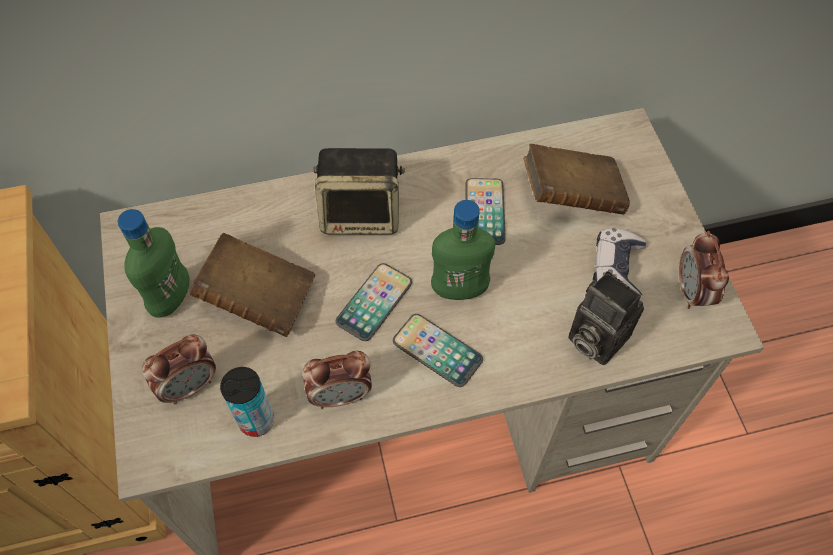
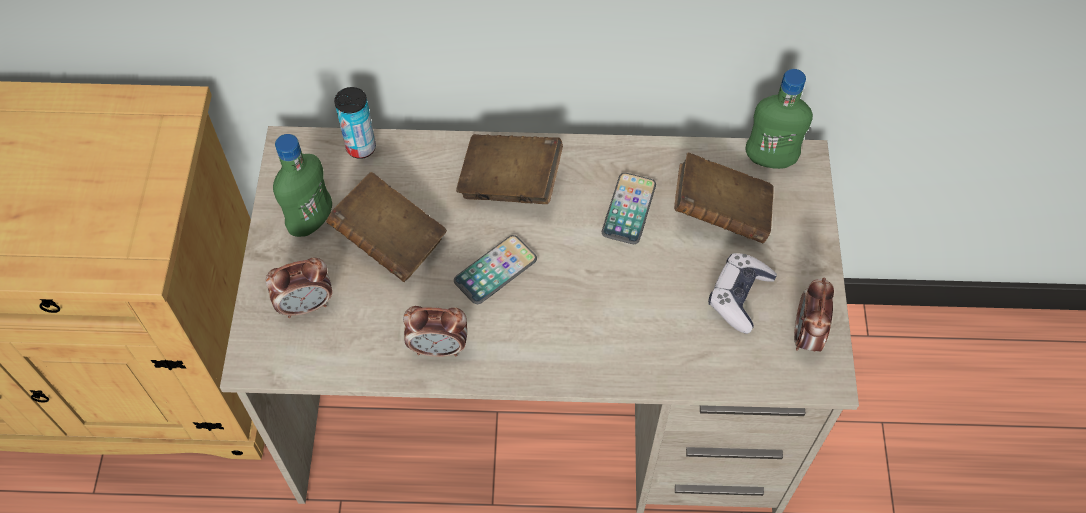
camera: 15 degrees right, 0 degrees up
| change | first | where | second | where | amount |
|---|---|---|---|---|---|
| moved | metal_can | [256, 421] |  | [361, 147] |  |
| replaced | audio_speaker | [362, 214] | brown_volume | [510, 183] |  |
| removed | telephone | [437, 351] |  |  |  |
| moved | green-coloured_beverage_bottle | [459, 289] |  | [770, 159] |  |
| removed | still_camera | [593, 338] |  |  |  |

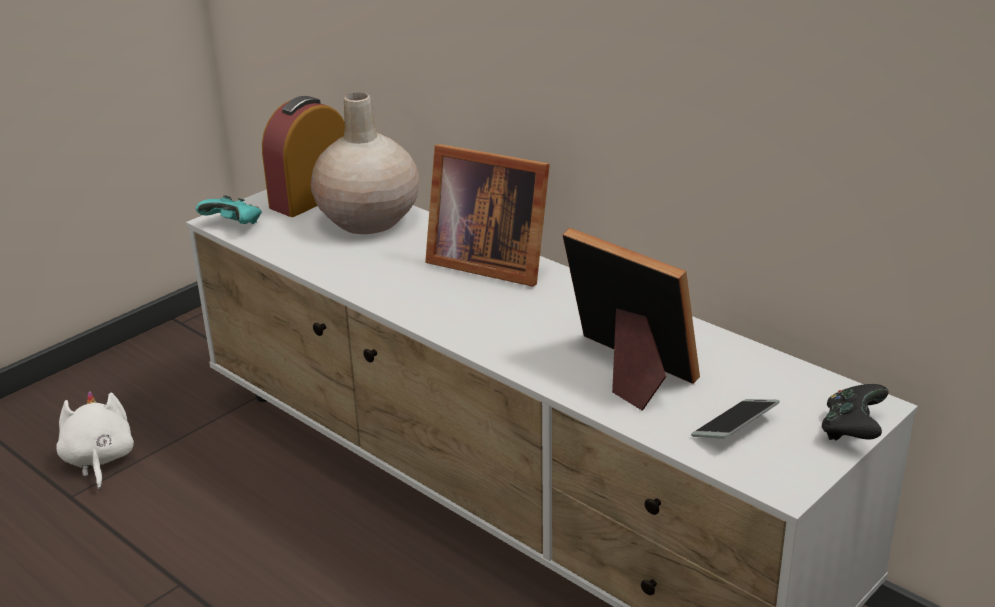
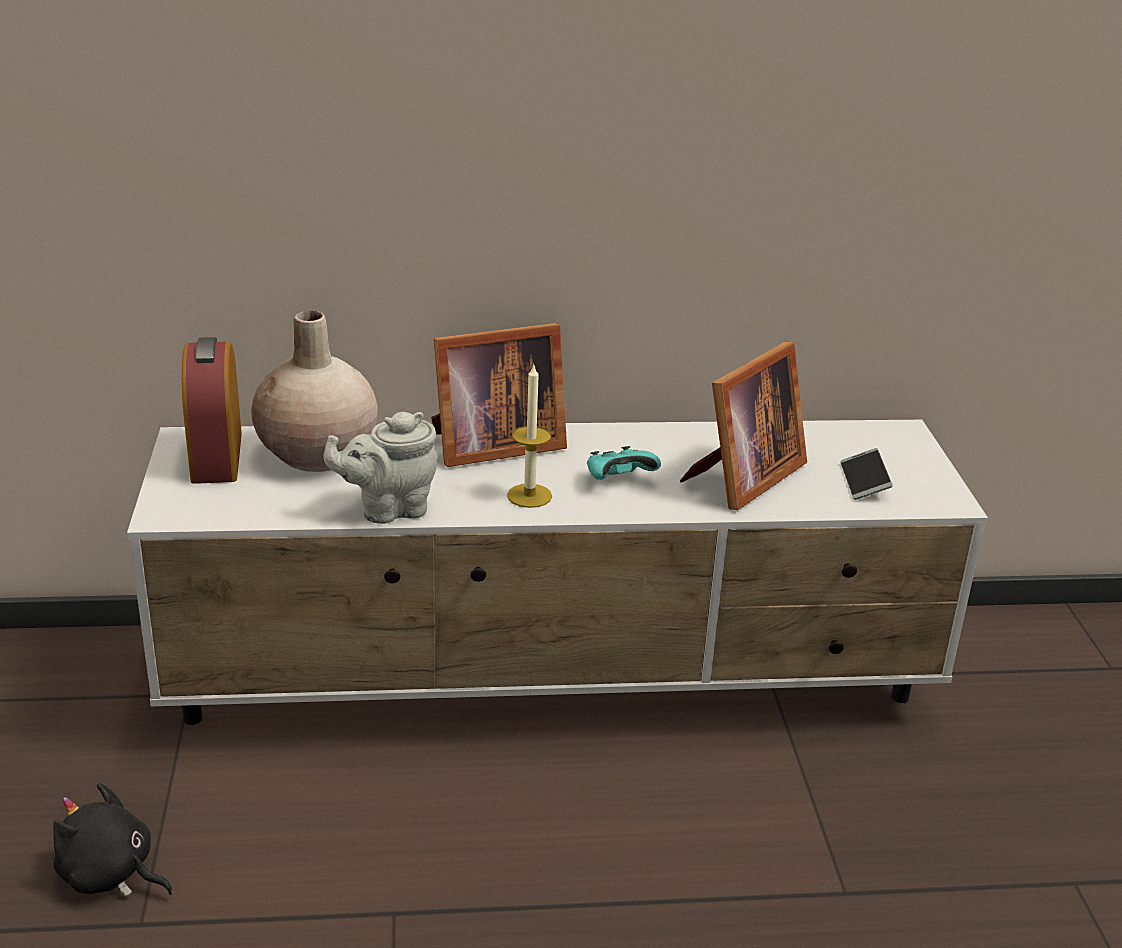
camera: 50 degrees left, 0 degrees up
| change | first | where | second | where | amount |
|---|---|---|---|---|---|
| recoloured | white-coloured_soft_toy | [98, 460] | black-coloured_soft_toy | [110, 874] |  |
| moved | turquoise_game_controller | [234, 225] |  | [619, 480] |  |
| turned | standing_frame | [627, 372] |  | [742, 478] | 135 degrees clockwise |
| removed | black-coloured_game_controller | [852, 430] |  |  |  |
| added |  |  | gray_tea_pot | [388, 509] |  |
| added |  |  | candle | [529, 496] |  |

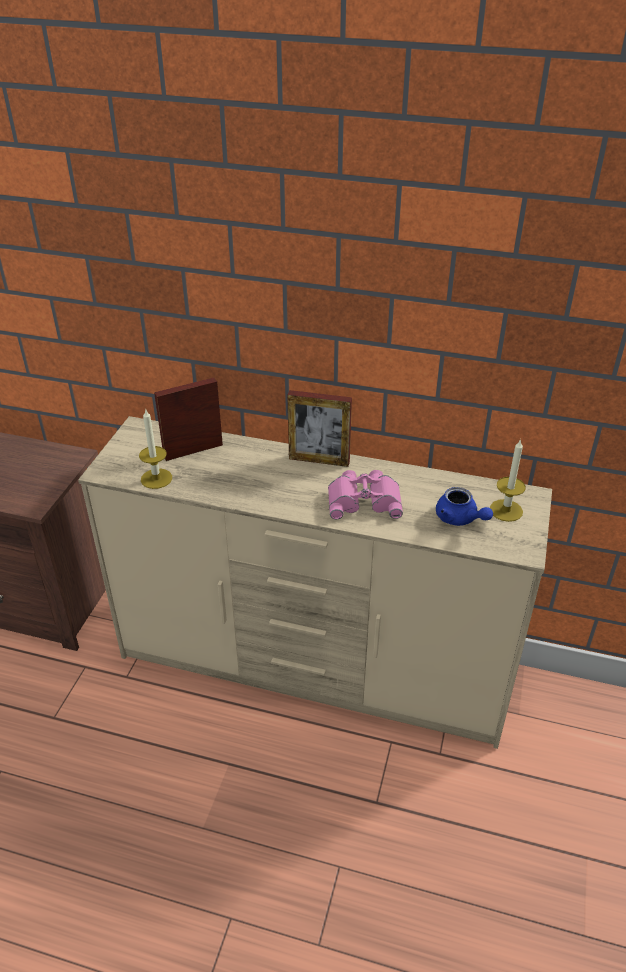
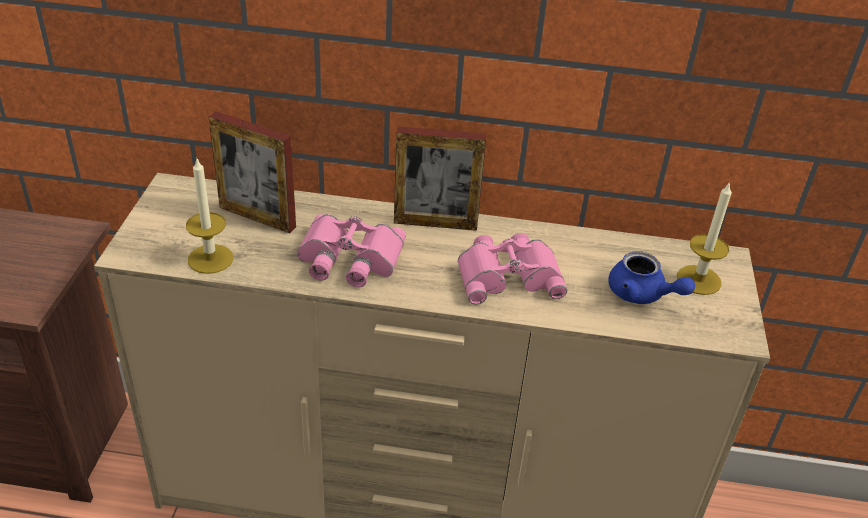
camera: 10 degrees left, 0 degrees up
| change | first | where | second | where | amount |
|---|---|---|---|---|---|
| turned | standing_frame | [193, 450] |  | [257, 217] | 120 degrees counterclockwise |
| added |  |  | pink-coloured_binoculars | [348, 259] |  |

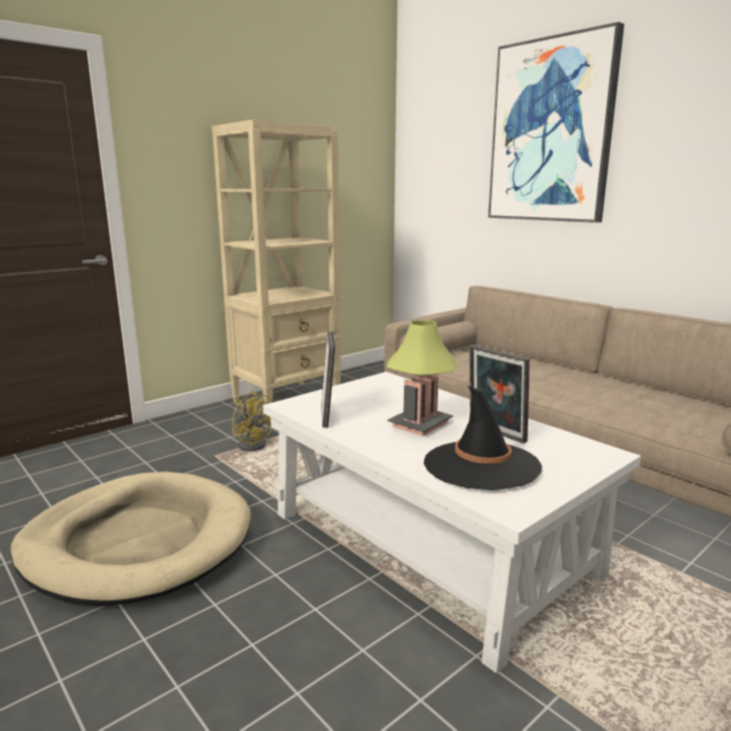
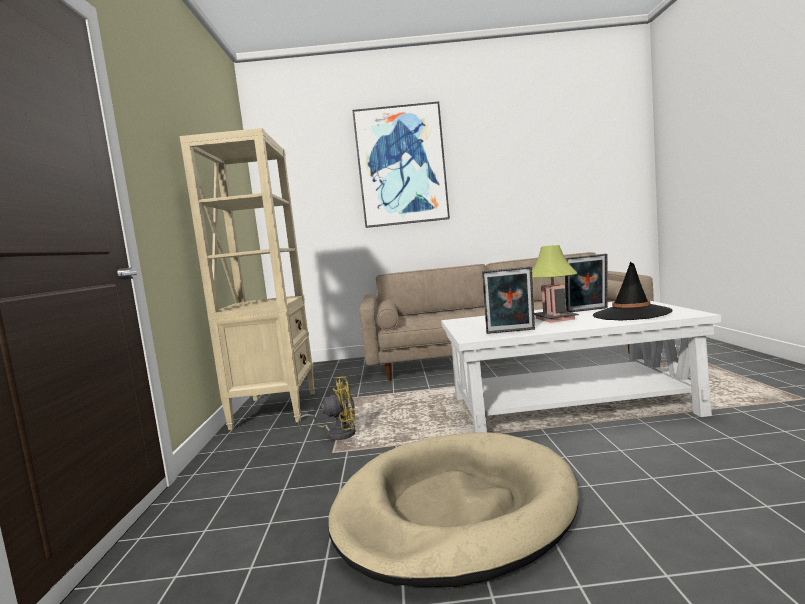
camera: 50 degrees left, 10 degrees down
| change | first | where | second | where | amount |
|---|---|---|---|---|---|
| turned | standing_frame | [328, 416] |  | [511, 331] | 150 degrees clockwise |

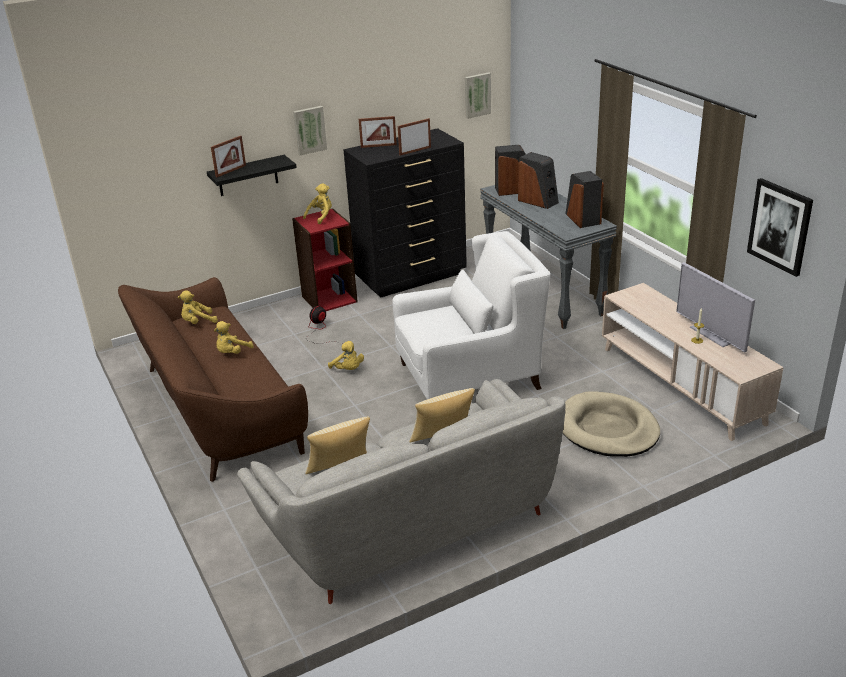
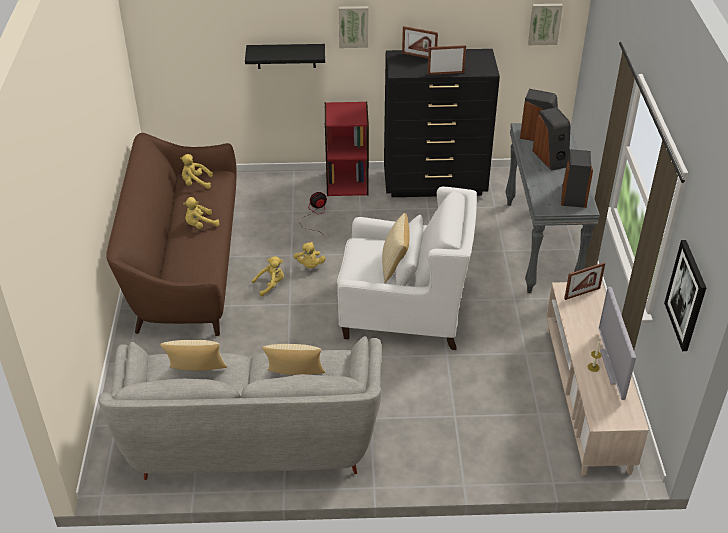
camera: 25 degrees right, 10 degrees up
| change | first | where | second | where | amount |
|---|---|---|---|---|---|
| moved | standing_frame | [231, 171] |  | [582, 293] |  |
| moved | yellow-coloured_soft_toy | [321, 216] |  | [271, 285] |  |
| removed | beige-coloured_pet_bed | [607, 429] |  |  |  |
| added |  |  | throw_pillow | [395, 265] |  |

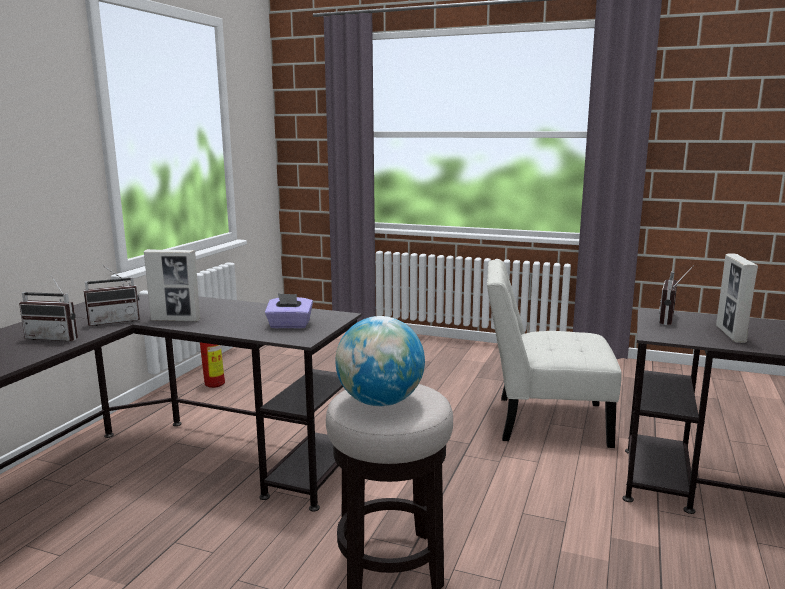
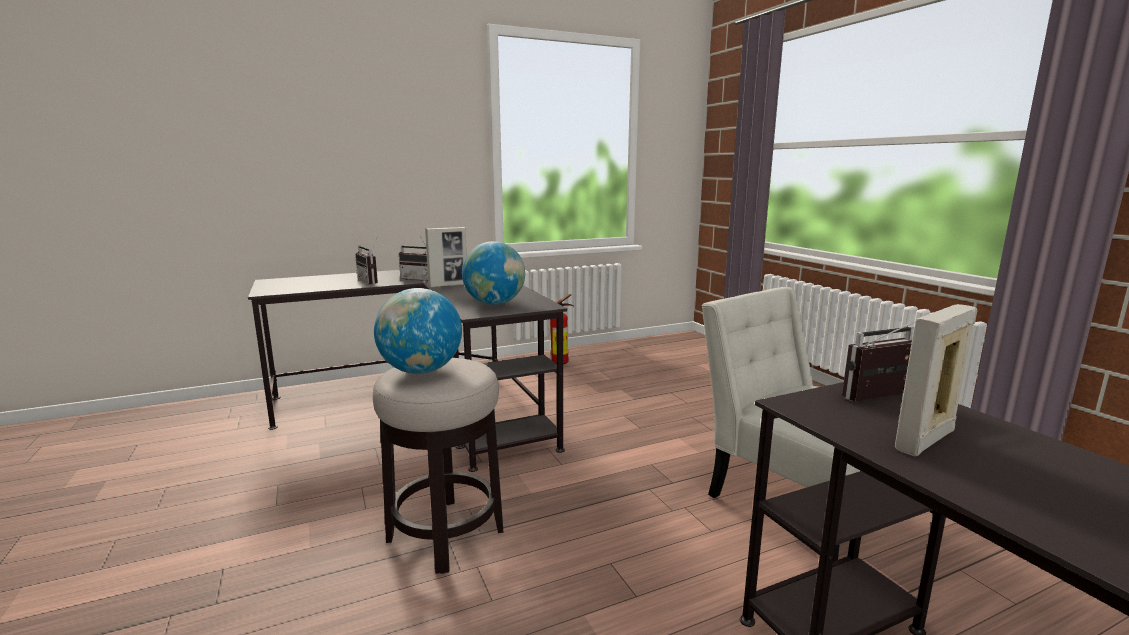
camera: 45 degrees right, 0 degrees up
| change | first | where | second | where | amount |
|---|---|---|---|---|---|
| turned | standing_frame | [175, 320] |  | [448, 285] | 75 degrees counterclockwise |
| replaced | purplish_tissue_box | [289, 325] | globe | [494, 304] |  |

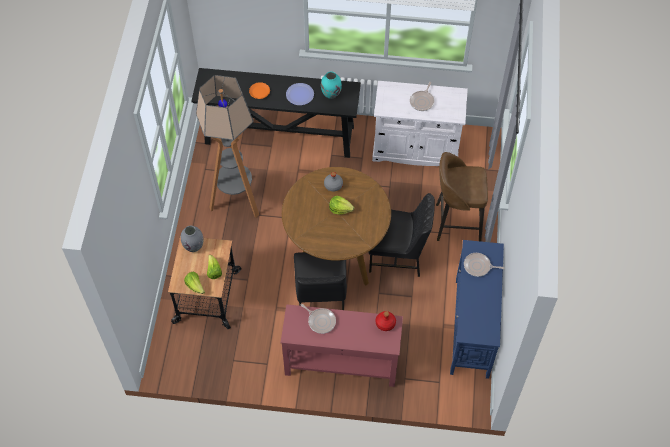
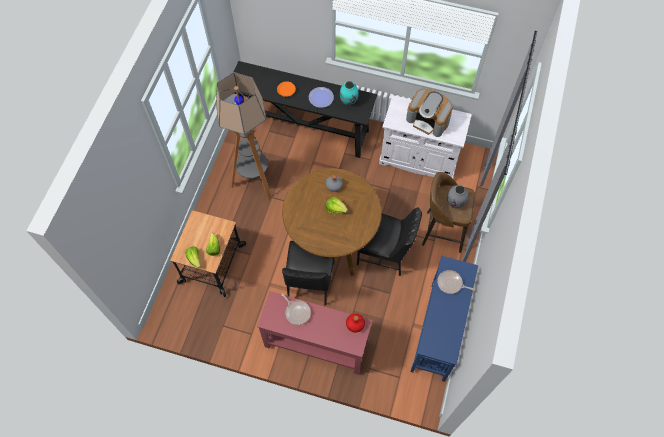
camera: 10 degrees right, 5 degrees up
| change | first | where | second | where | amount |
|---|---|---|---|---|---|
| moved | gray_flower_vase | [194, 246] |  | [455, 203] |  |
| replaced | frying_pan | [422, 101] | coffee_maker | [428, 120] |  |

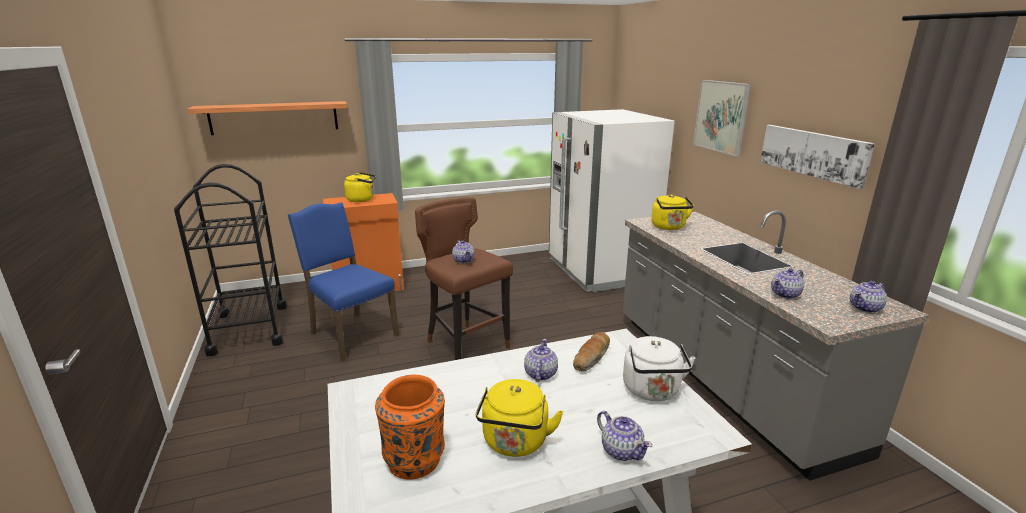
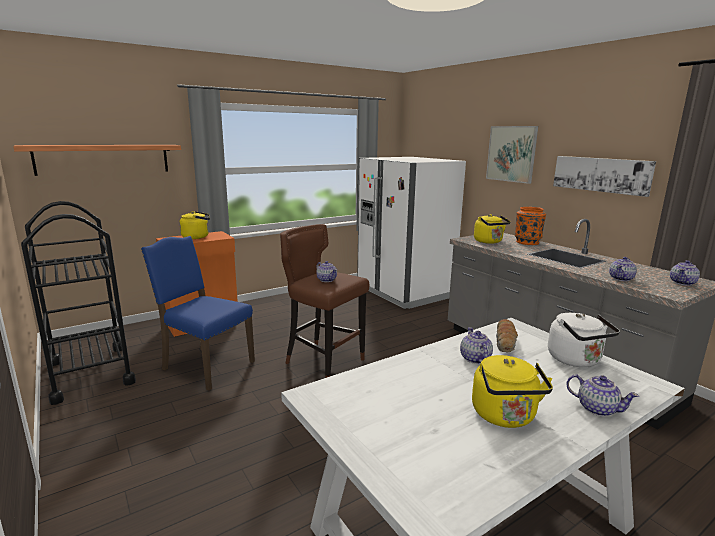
camera: 15 degrees left, 5 degrees down
| change | first | where | second | where | amount |
|---|---|---|---|---|---|
| moved | orangey_flower_vase | [415, 459] |  | [527, 242] |  |

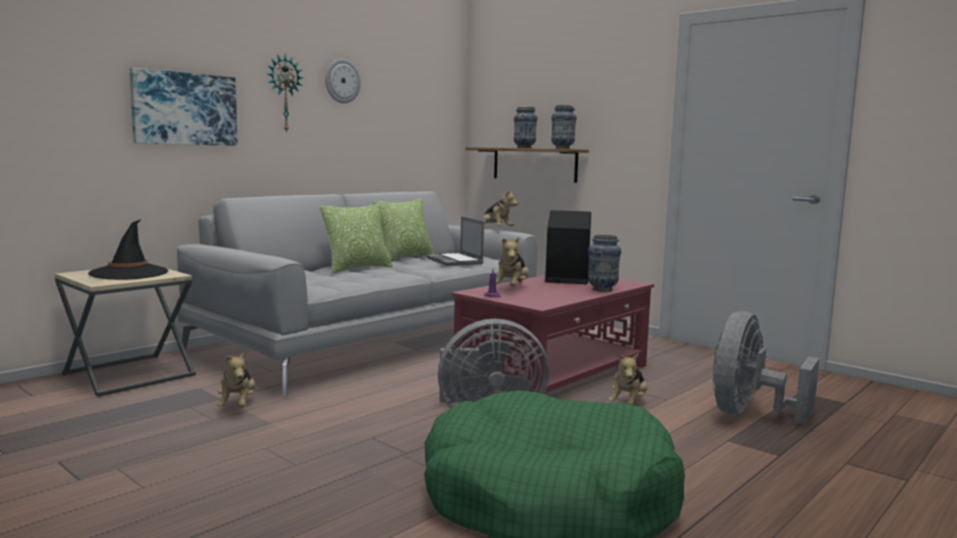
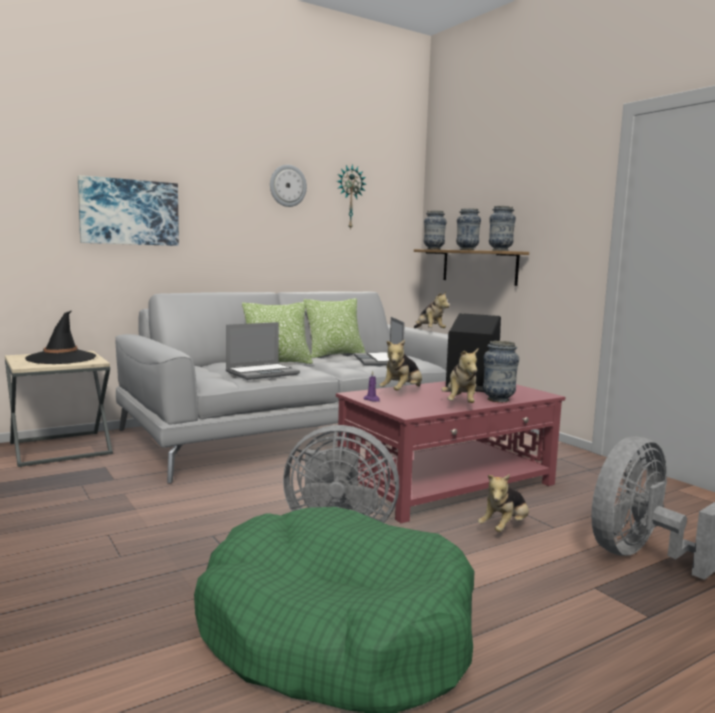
camera: 15 degrees right, 0 degrees up
| change | first | where | second | where | amount |
|---|---|---|---|---|---|
| moved | soft_toy | [238, 405] |  | [460, 404] |  |
| moved | hanging_clock | [283, 93] |  | [349, 197] |  |
| added |  |  | laptop | [262, 373] |  |
| added |  |  | flower_vase | [433, 249] |  |

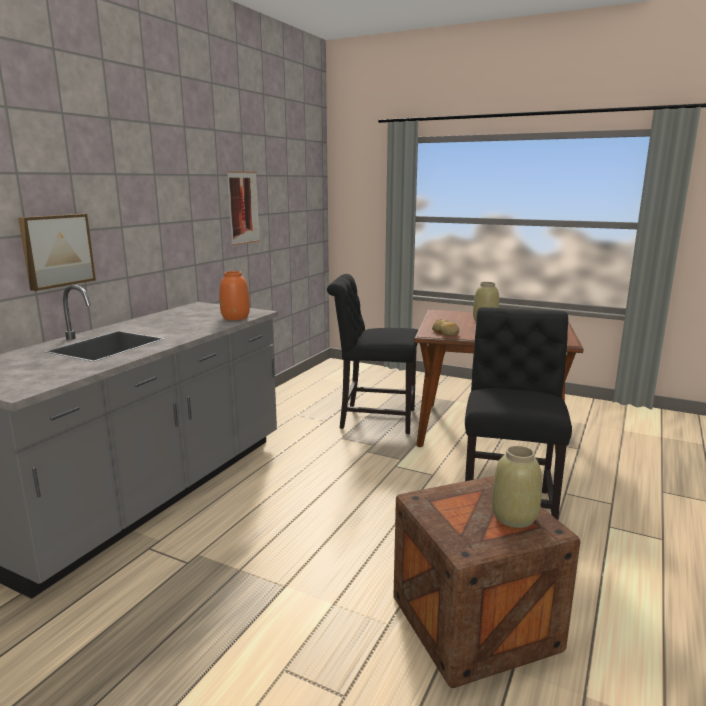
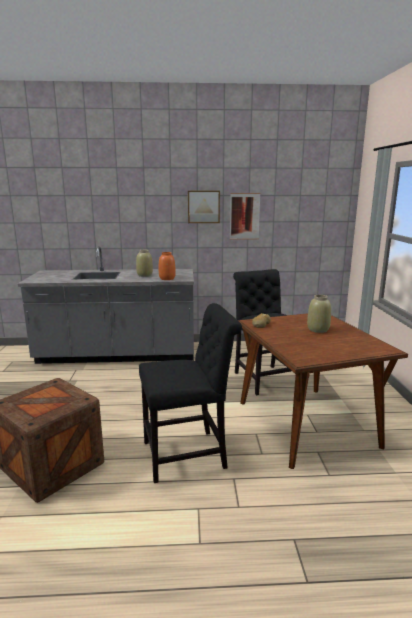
camera: 60 degrees right, 0 degrees up
| change | first | where | second | where | amount |
|---|---|---|---|---|---|
| moved | picture | [56, 250] |  | [203, 206] |  |
| moved | beige-coloured_flower_vase | [513, 517] |  | [144, 275] |  |

